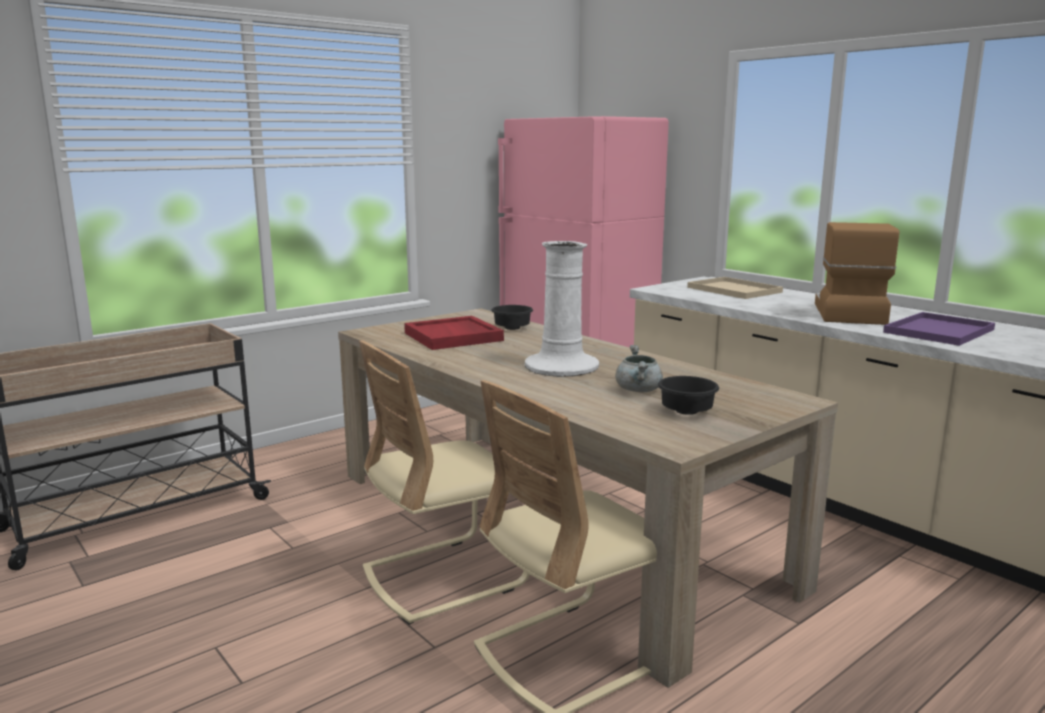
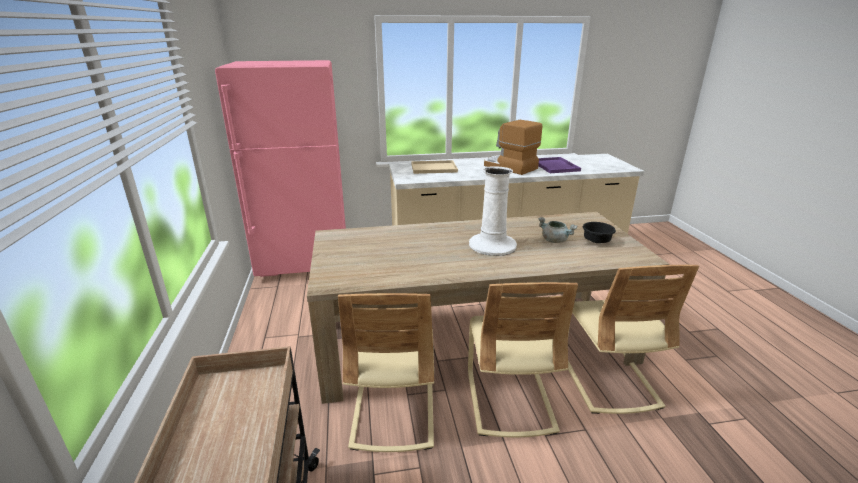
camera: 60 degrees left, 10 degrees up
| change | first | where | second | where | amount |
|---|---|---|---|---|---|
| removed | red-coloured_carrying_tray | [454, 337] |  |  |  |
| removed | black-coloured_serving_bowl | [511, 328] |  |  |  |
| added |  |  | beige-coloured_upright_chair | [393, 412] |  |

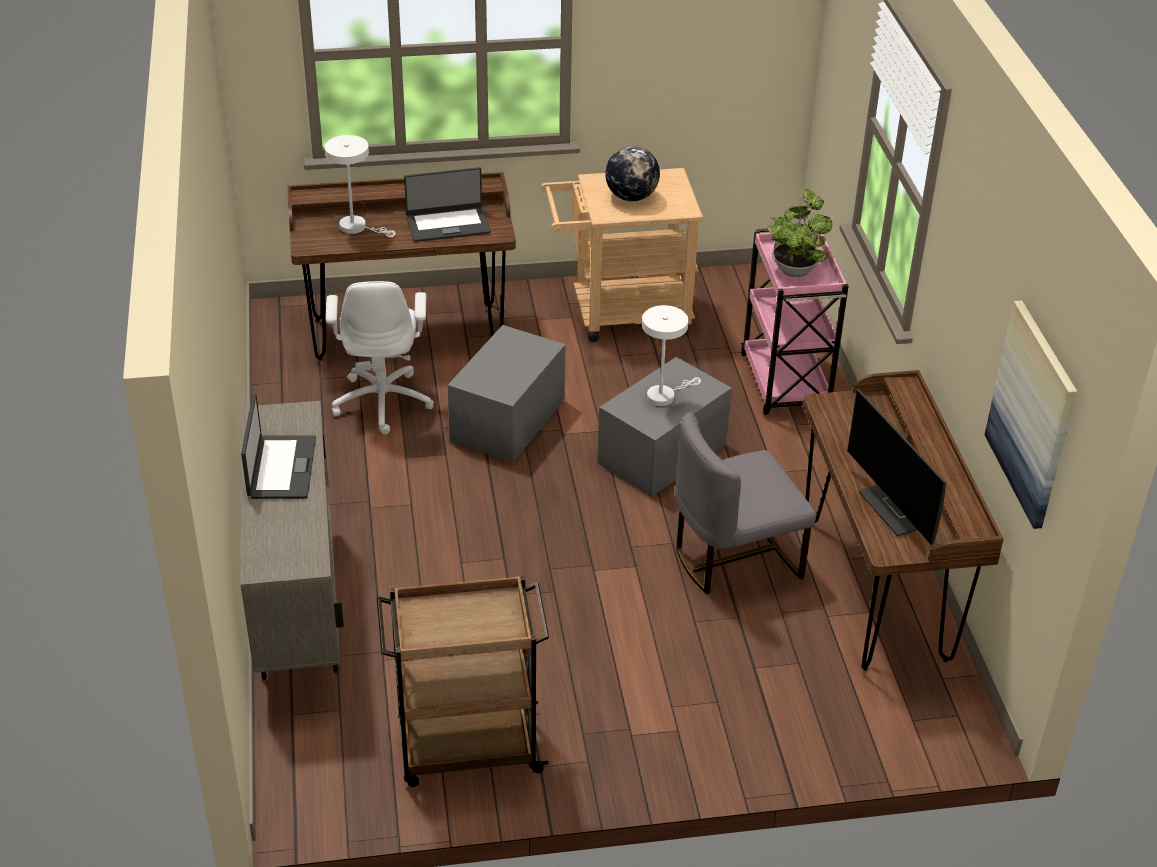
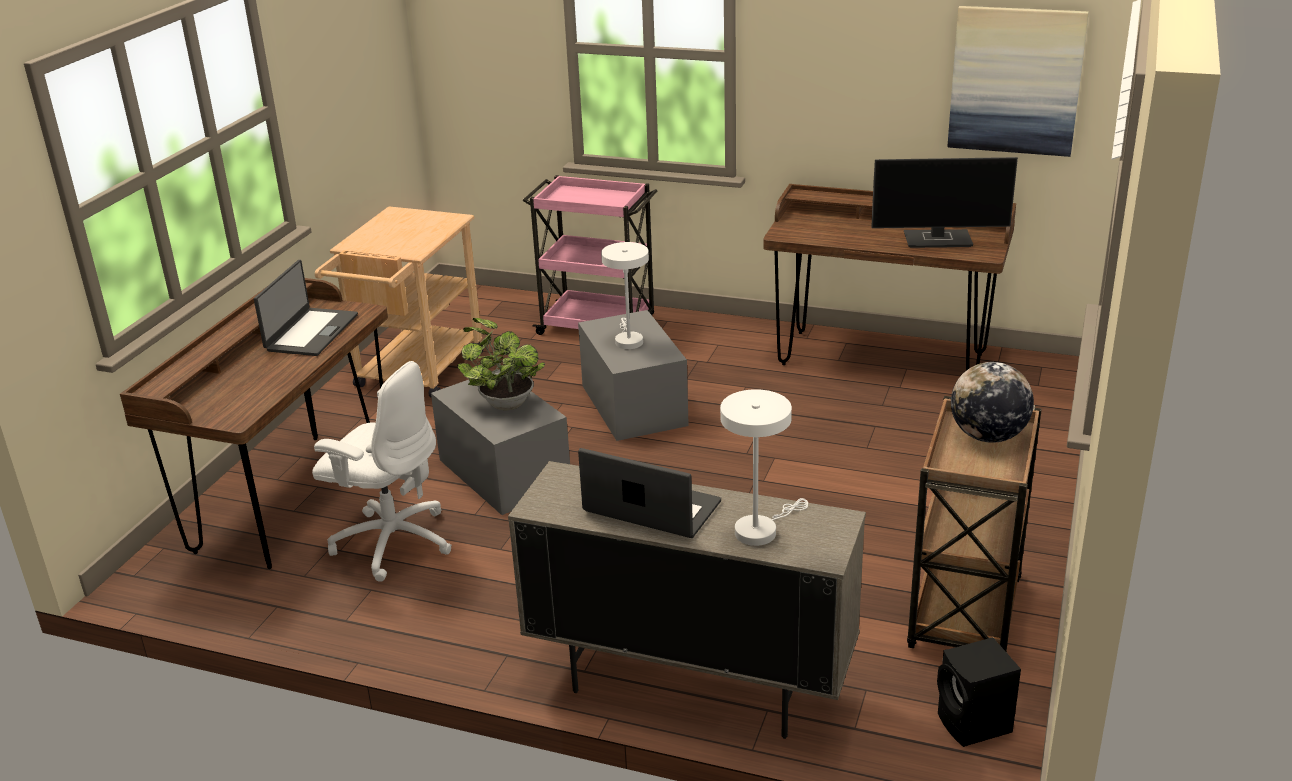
camera: 60 degrees left, 10 degrees down
| change | first | where | second | where | amount |
|---|---|---|---|---|---|
| moved | white-coloured_tabletop_lamp | [357, 227] |  | [760, 529] |  |
| moved | globe | [631, 197] |  | [988, 436] |  |
| removed | gray_upright_chair | [735, 558] |  |  |  |
| moved | potted_plant | [795, 268] |  | [504, 402] |  |
| added |  |  | black-coloured_audio_speaker | [974, 725] |  |

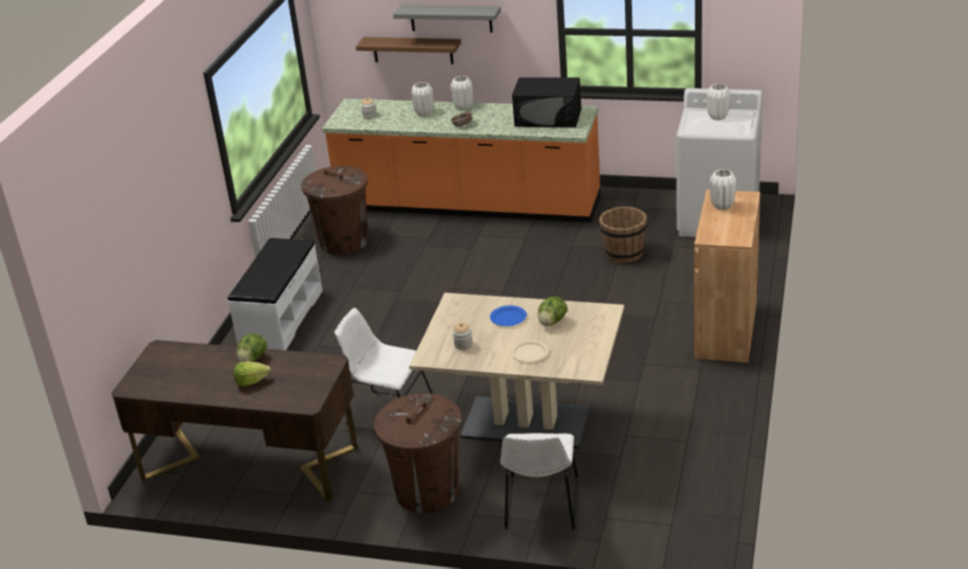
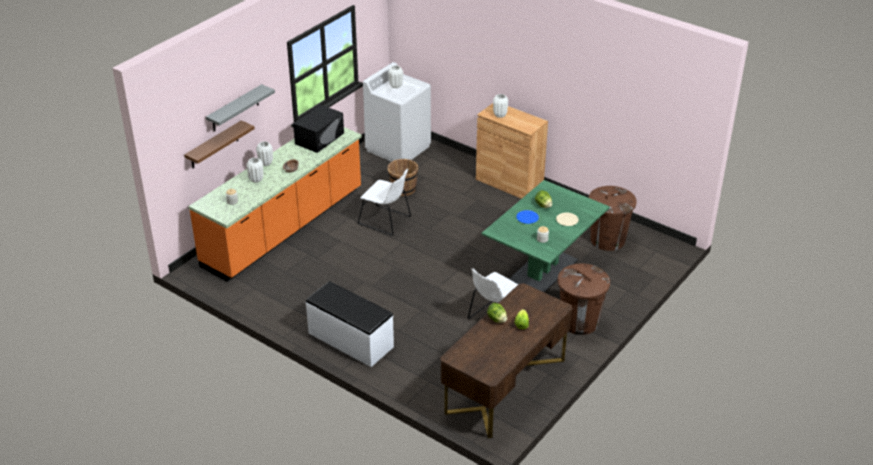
camera: 70 degrees left, 5 degrees up
| change | first | where | second | where | amount |
|---|---|---|---|---|---|
| moved | brown_trash_can | [343, 242] |  | [607, 240] |  |
| recoloured | beige-coloured_dining_table | [526, 423] | green-coloured_dining_table | [542, 271] |  |
| moved | white-coloured_upright_chair | [541, 507] |  | [386, 221] |  |

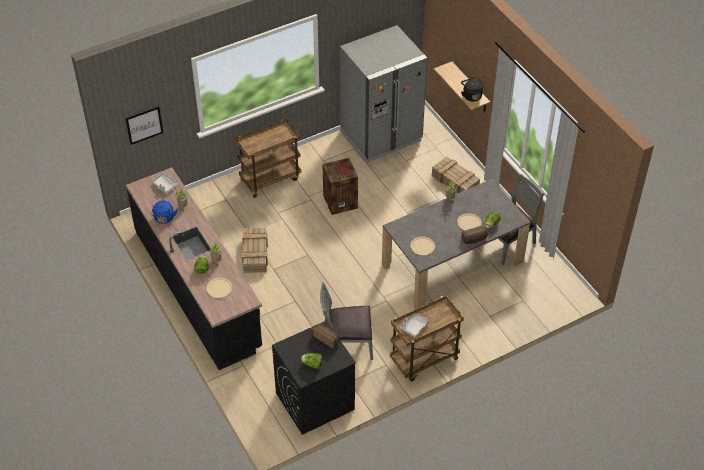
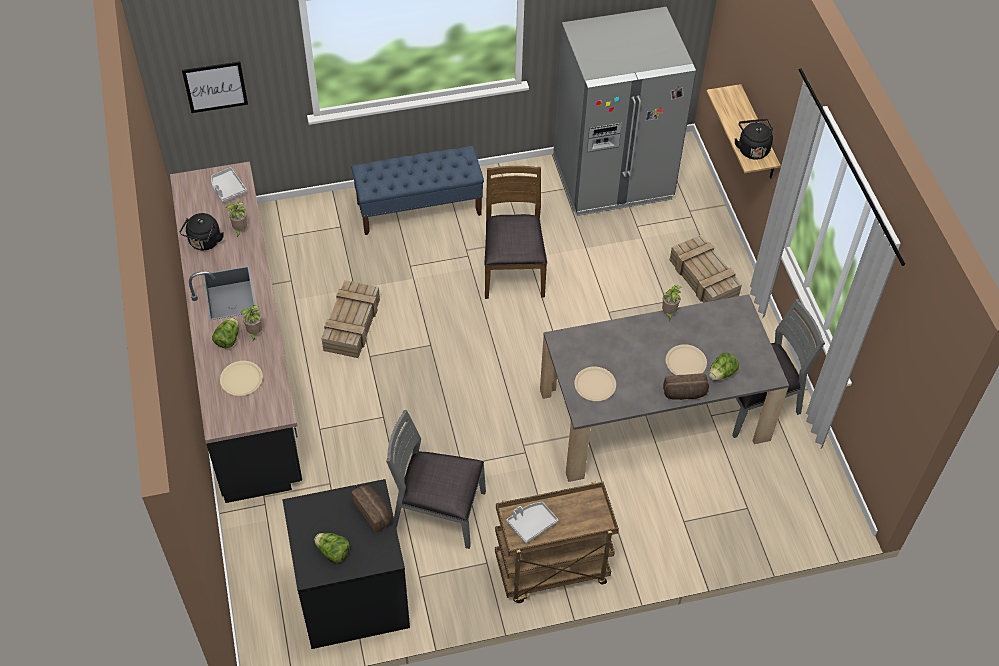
camera: 15 degrees right, 5 degrees up
| change | first | where | second | where | amount |
|---|---|---|---|---|---|
| recoloured | bluish_tea_kettle | [164, 219] | black-coloured_tea_kettle | [204, 242] |  |
| replaced | brown_cart | [270, 178] | bluish_indoor_bench | [419, 208] |  |
| replaced | crate | [340, 201] | brown_upright_chair | [513, 269] |  |

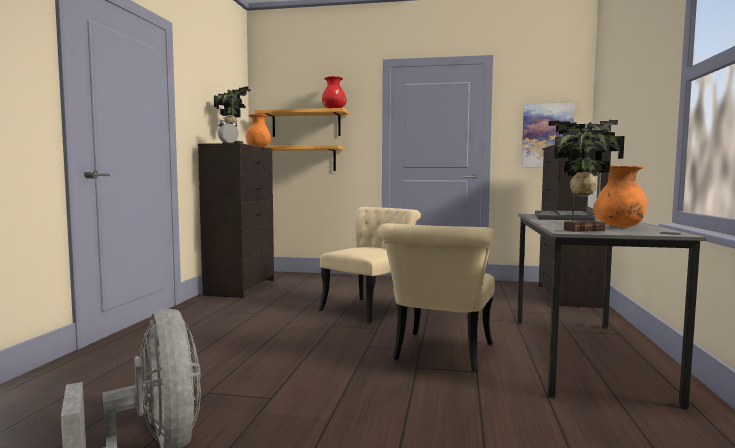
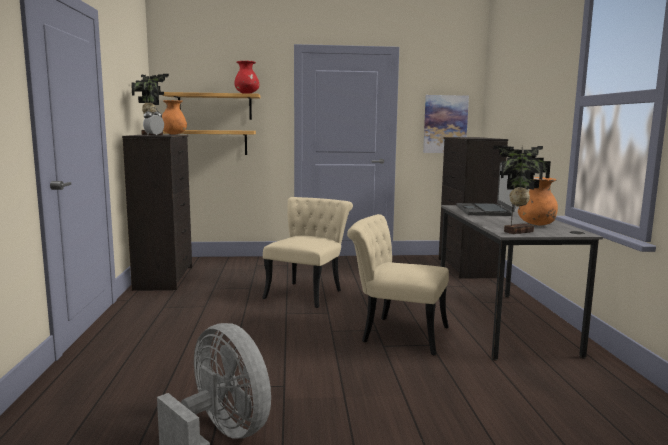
camera: 15 degrees left, 5 degrees up
| change | first | where | second | where | amount |
|---|---|---|---|---|---|
| turned | beige-coloured_upright_chair | [440, 355] |  | [396, 333] | 105 degrees clockwise |

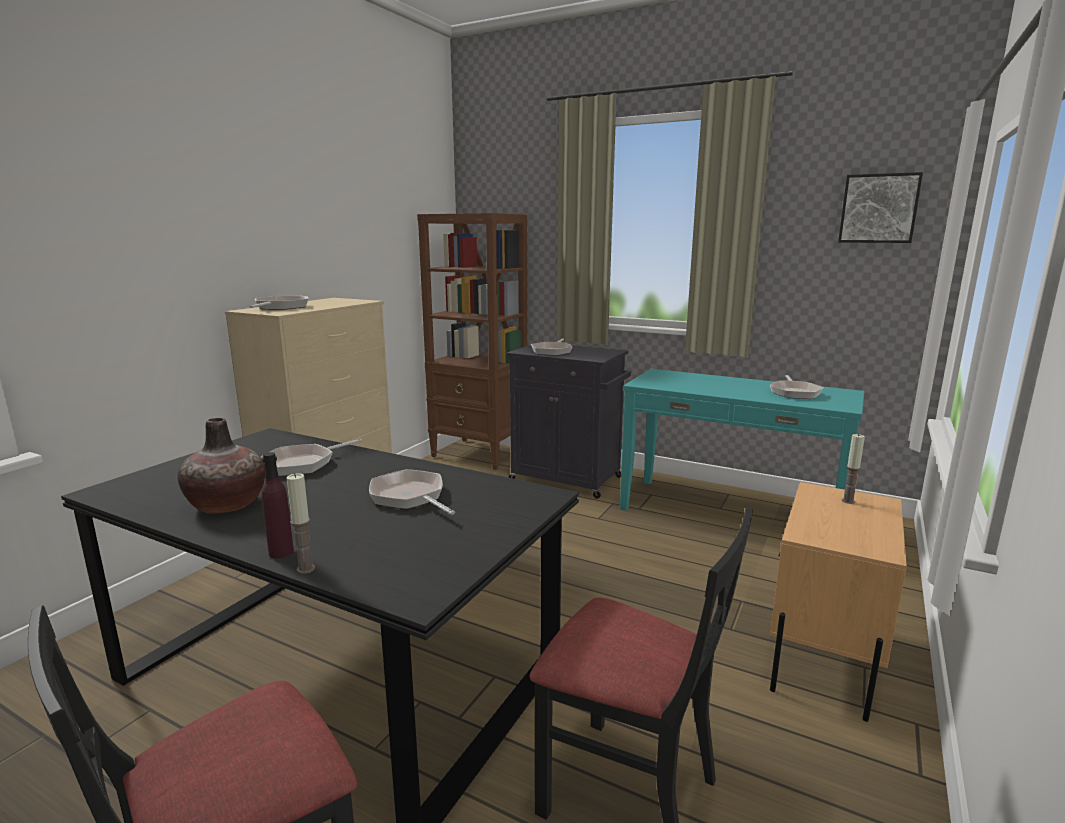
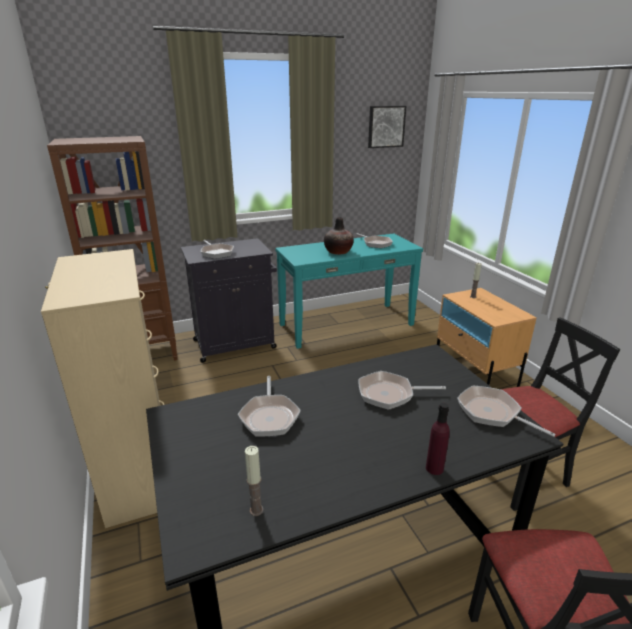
camera: 50 degrees left, 10 degrees up
| change | first | where | second | where | amount |
|---|---|---|---|---|---|
| moved | flower_vase | [227, 504] |  | [338, 252] |  |
| moved | frying_pan | [280, 307] |  | [492, 413] |  |
| moved | candle | [305, 569] |  | [256, 510] |  |

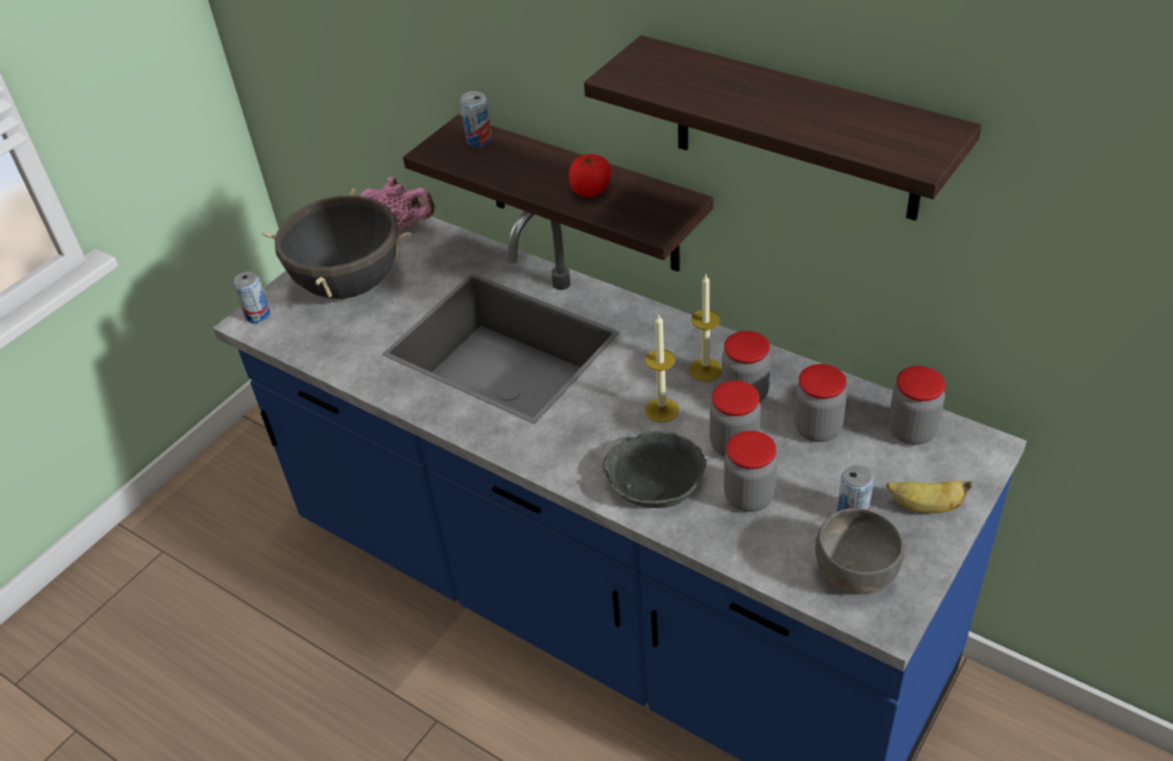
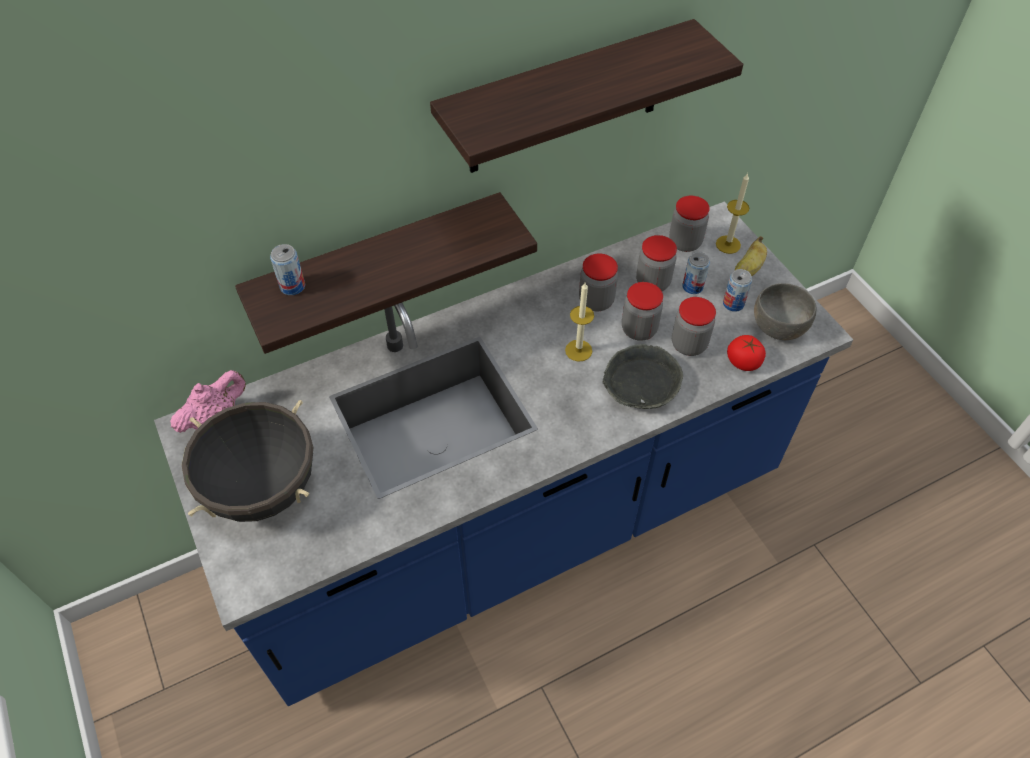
camera: 65 degrees left, 10 degrees up
| change | first | where | second | where | amount |
|---|---|---|---|---|---|
| moved | metal_can | [258, 315] |  | [692, 286] |  |
| moved | tomato | [590, 190] |  | [743, 362] |  |
| moved | candle | [705, 369] |  | [728, 244] |  |

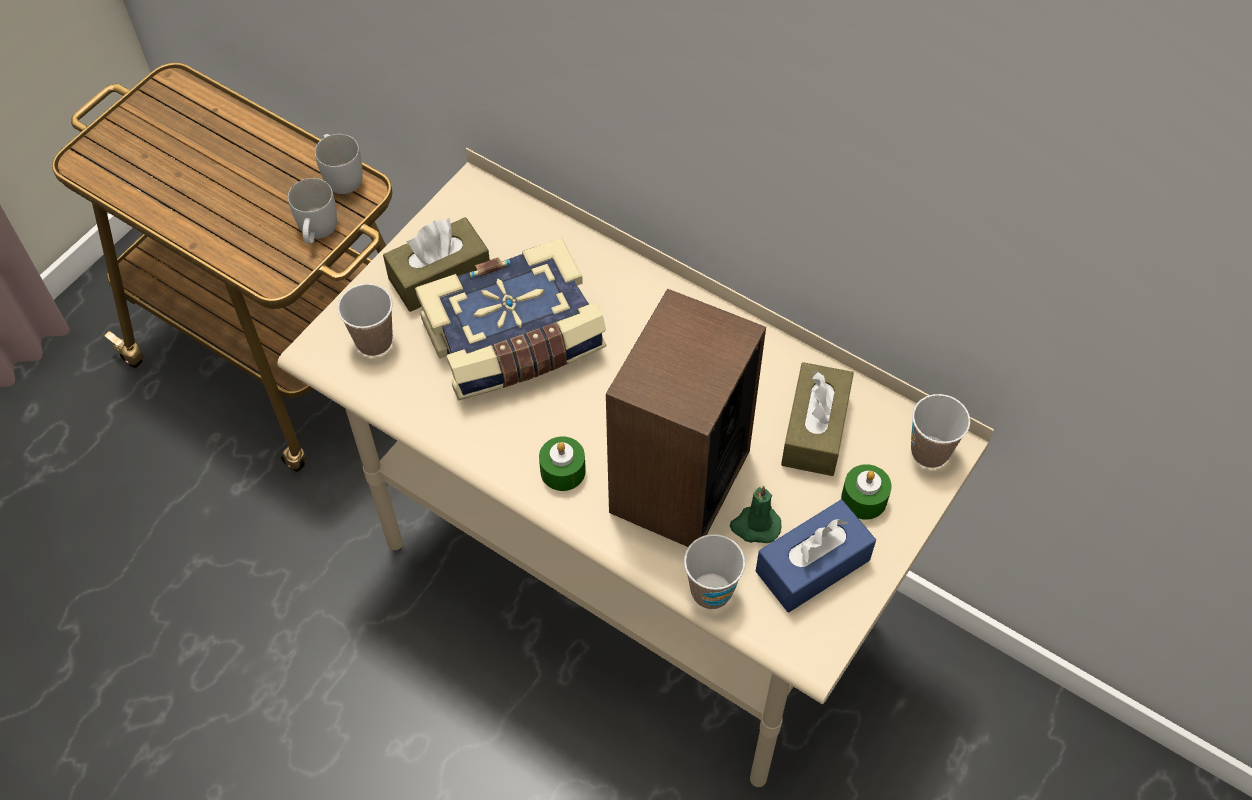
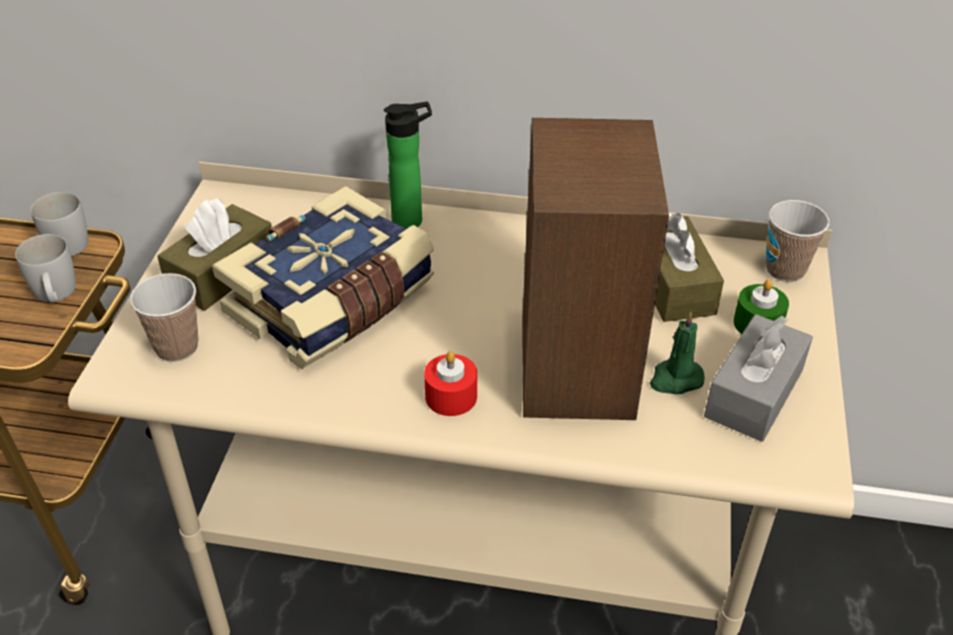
camera: 25 degrees left, 15 degrees down
| change | first | where | second | where | amount |
|---|---|---|---|---|---|
| recoloured | green-coloured_candle | [563, 471] | red-coloured_candle | [451, 396] |  |
| removed | cup | [711, 591] |  |  |  |
| recoloured | bluish_tissue_box | [812, 565] | gray_tissue_box | [754, 393] |  |
| added |  |  | beverage_bottle | [412, 220] |  |

